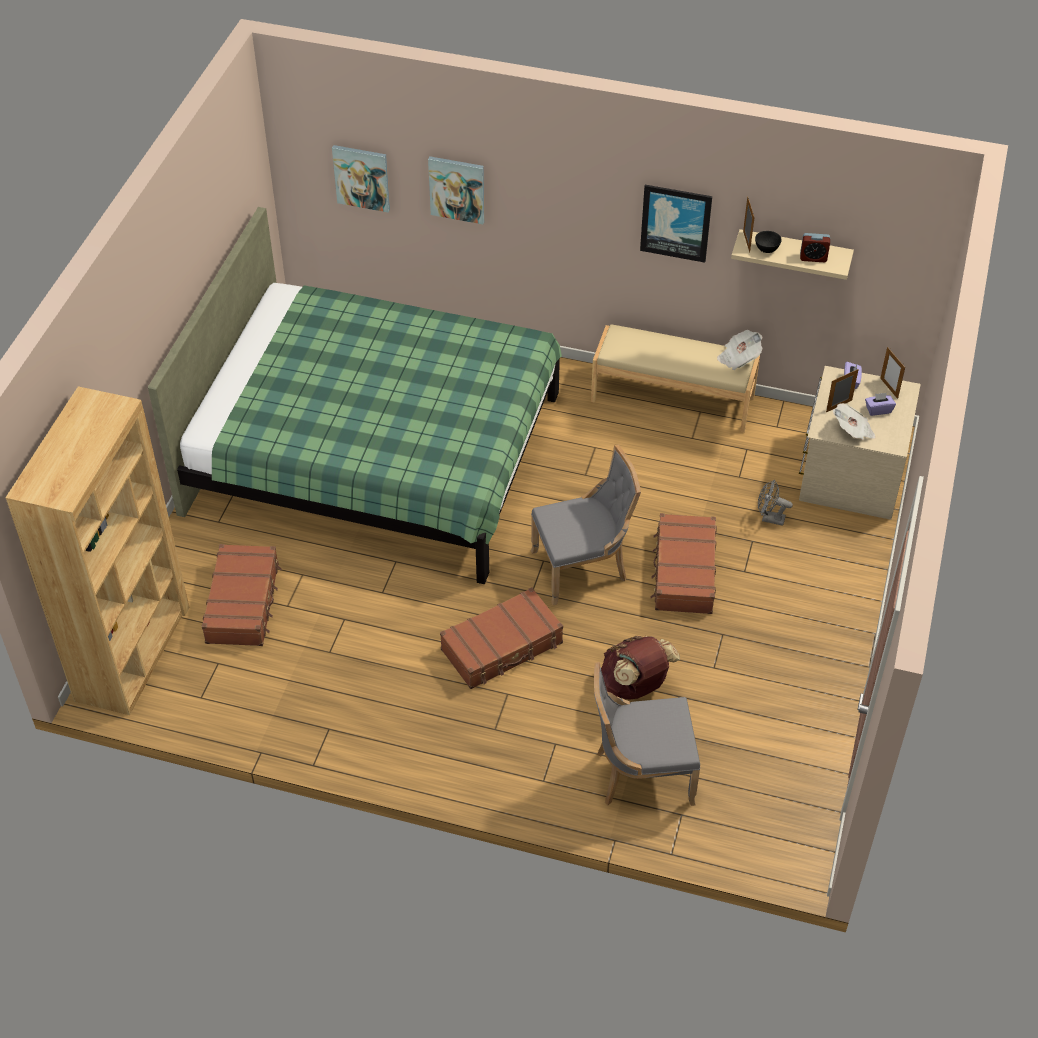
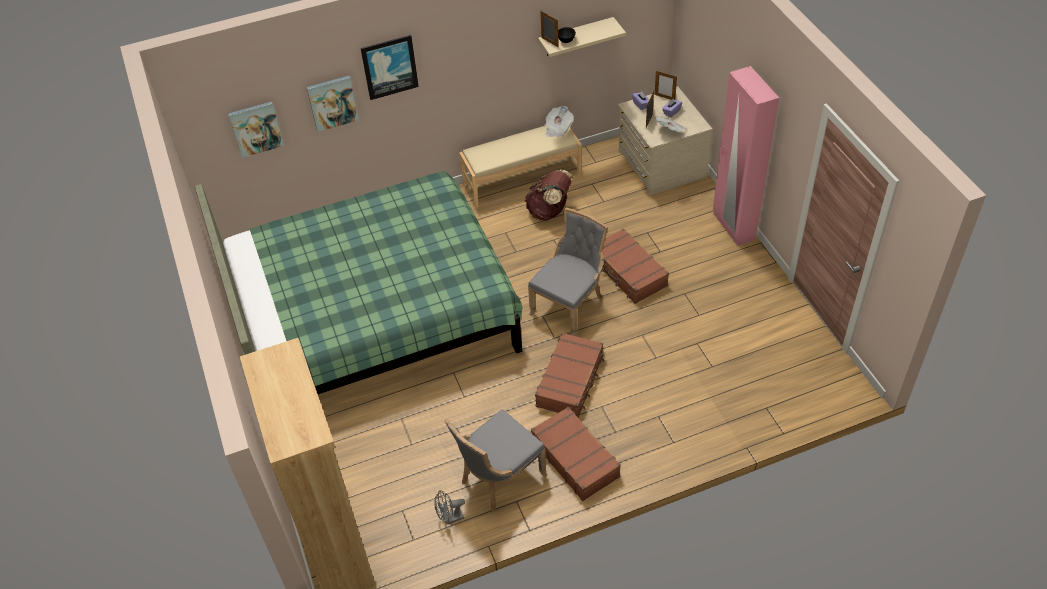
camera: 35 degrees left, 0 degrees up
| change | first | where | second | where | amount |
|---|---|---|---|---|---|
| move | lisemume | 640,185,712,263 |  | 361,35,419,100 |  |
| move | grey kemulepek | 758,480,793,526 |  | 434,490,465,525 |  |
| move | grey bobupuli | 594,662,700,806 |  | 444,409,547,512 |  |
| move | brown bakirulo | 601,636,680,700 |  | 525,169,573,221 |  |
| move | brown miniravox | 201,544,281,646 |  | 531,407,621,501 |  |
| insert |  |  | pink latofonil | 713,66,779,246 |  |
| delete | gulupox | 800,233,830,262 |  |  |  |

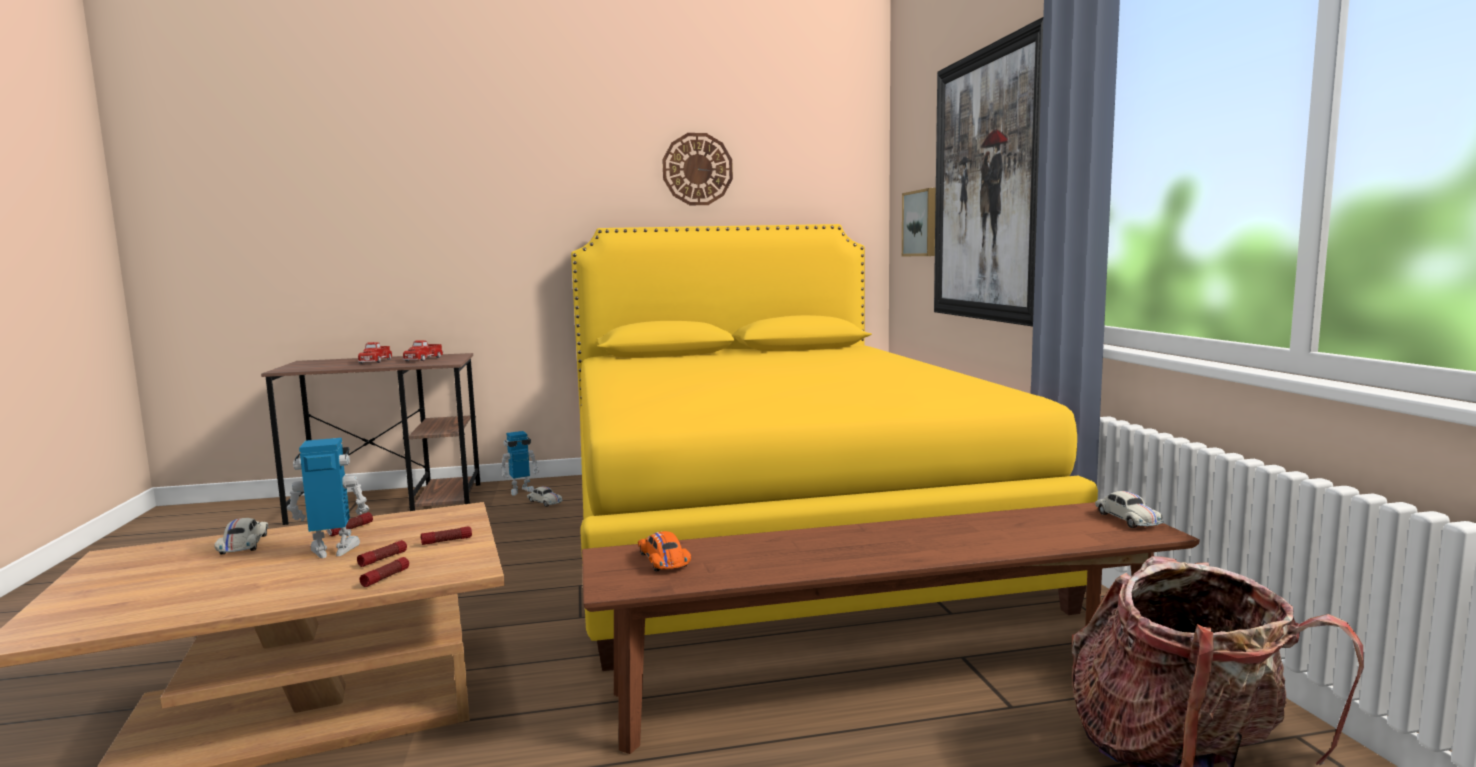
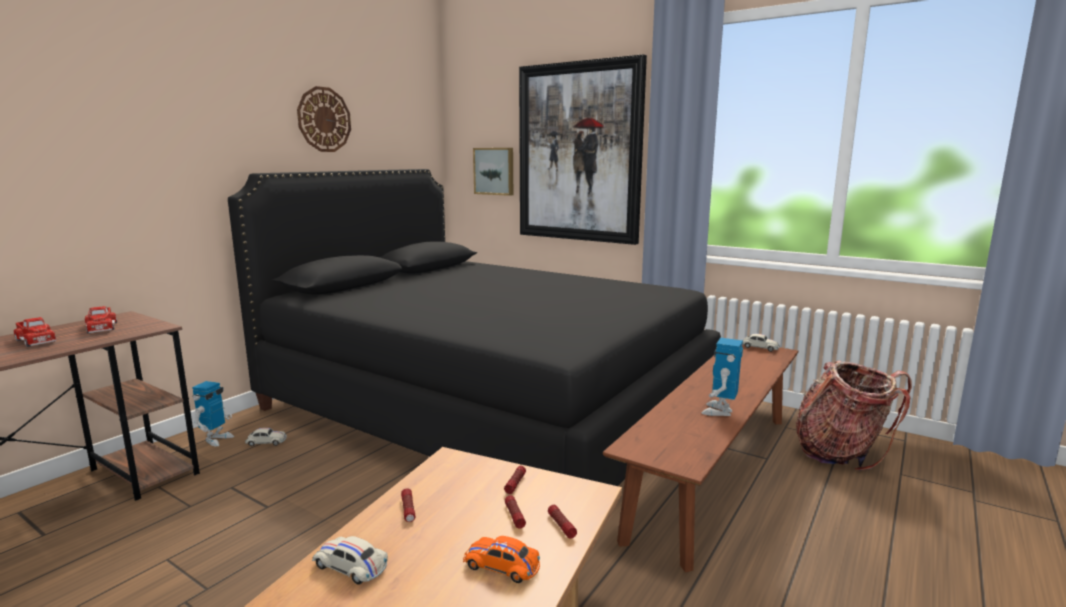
camera: 45 degrees left, 5 degrees up
| change | first | where | second | where | amount |
|---|---|---|---|---|---|
| recolor | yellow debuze | 571,224,1098,671 | black debuze | 228,169,721,486 |  |
| move | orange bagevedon | 638,531,691,571 |  | 463,536,540,583 |  |
| move | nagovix | 287,438,369,558 |  | 702,338,743,416 |  |

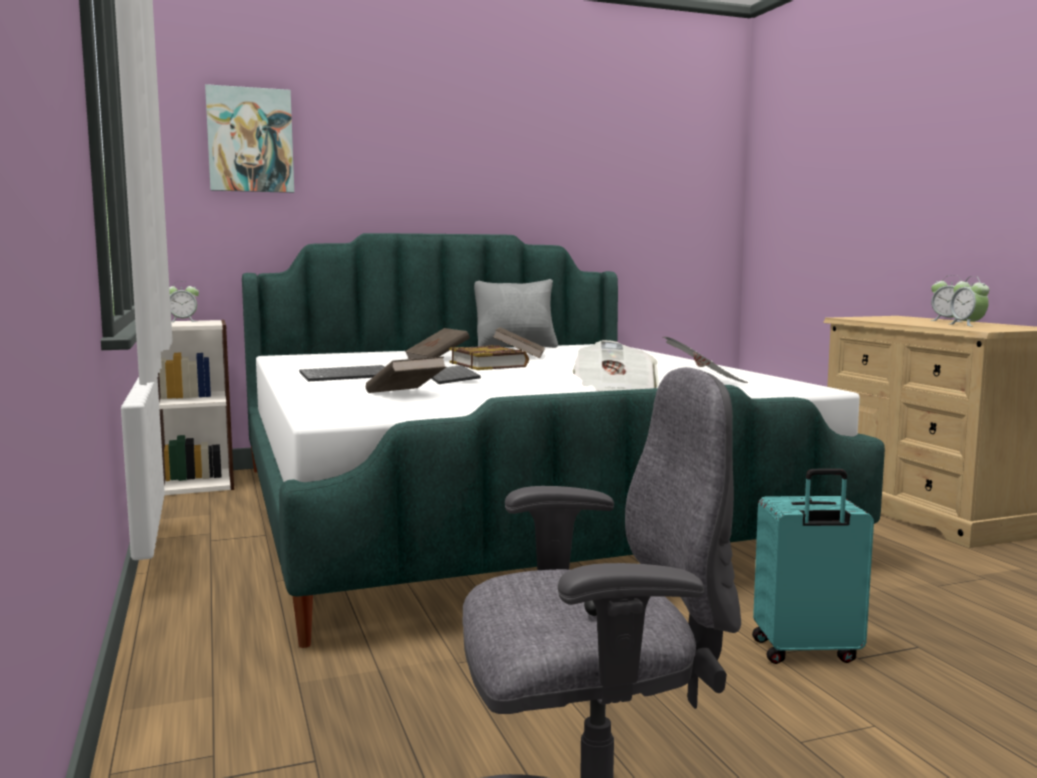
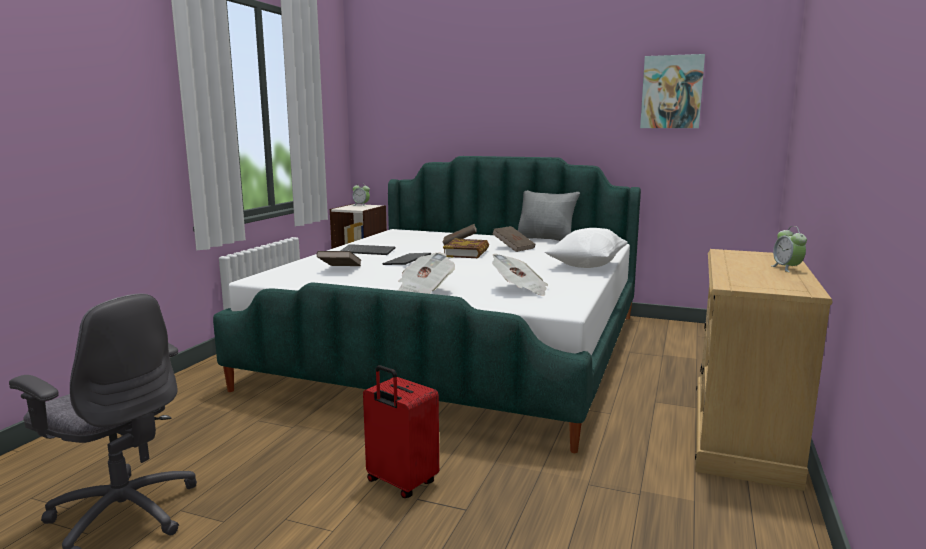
camera: 40 degrees right, 5 degrees up
| change | first | where | second | where | amount |
|---|---|---|---|---|---|
| recolor | turquoise miniravox | 752,468,874,664 | red miniravox | 363,365,439,498 |  |
| insert |  |  | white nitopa | 545,228,627,268 |  |
| move | lisemume | 205,84,294,193 |  | 640,54,705,128 |  |
| delete | gulupox | 949,276,989,326 |  |  |  |

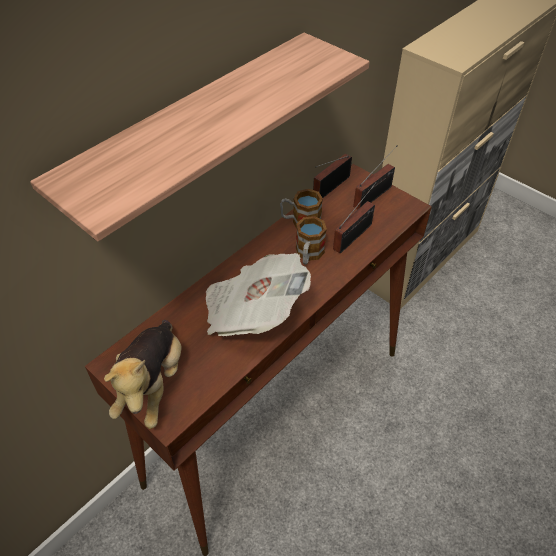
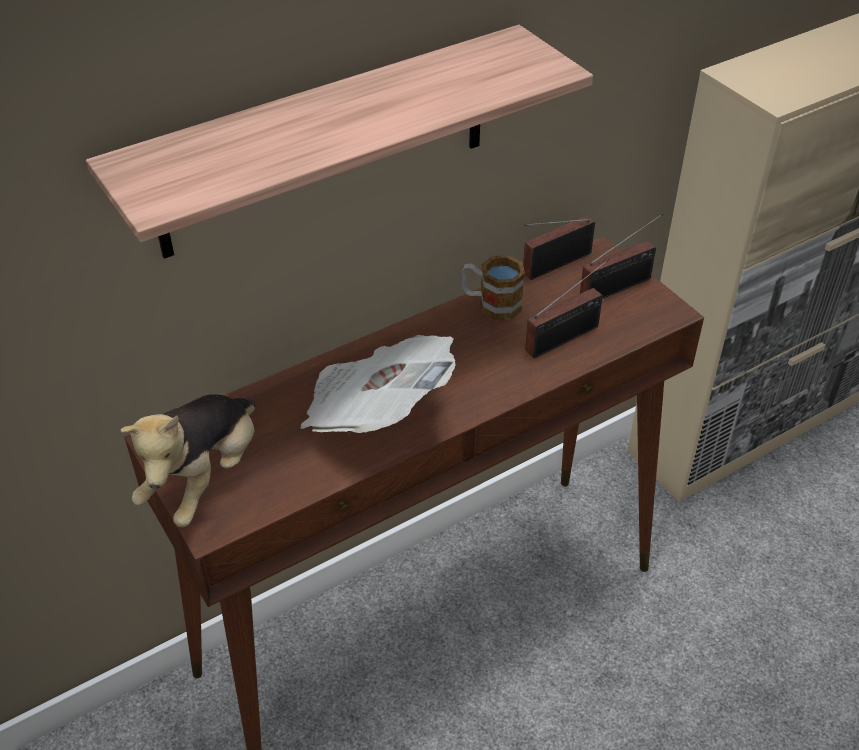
camera: 15 degrees right, 5 degrees down
| change | first | where | second | where | amount |
|---|---|---|---|---|---|
| delete | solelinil | 296,216,327,264 |  |  |  |

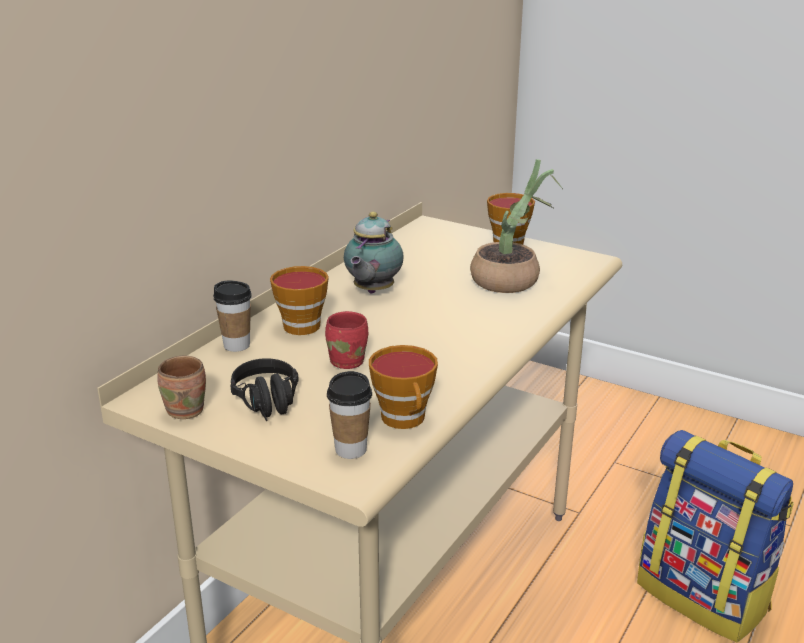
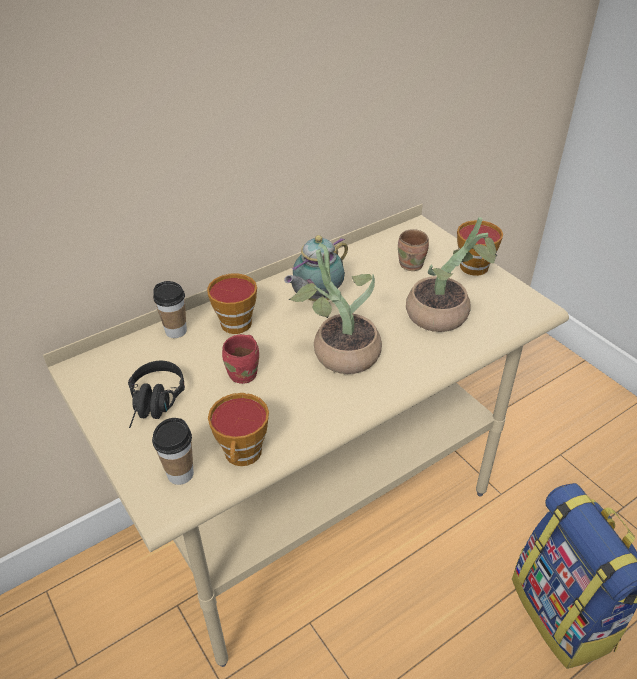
camera: 25 degrees right, 15 degrees up
| change | first | where | second | where | amount |
|---|---|---|---|---|---|
| insert |  |  | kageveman | 288,243,382,374 |  |
| move | brown solelinil | 157,356,206,419 |  | 398,229,429,271 |  |

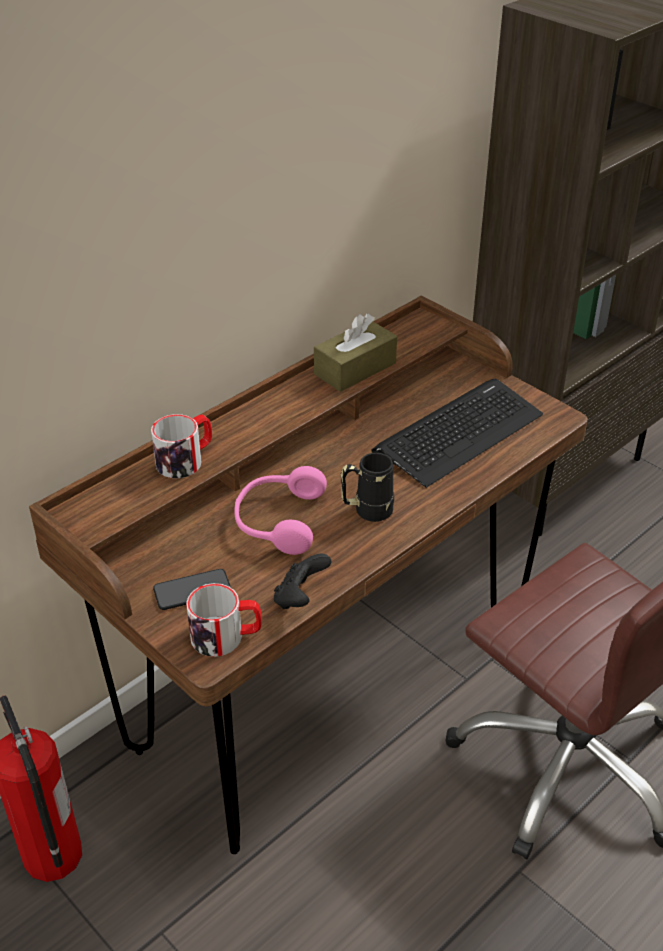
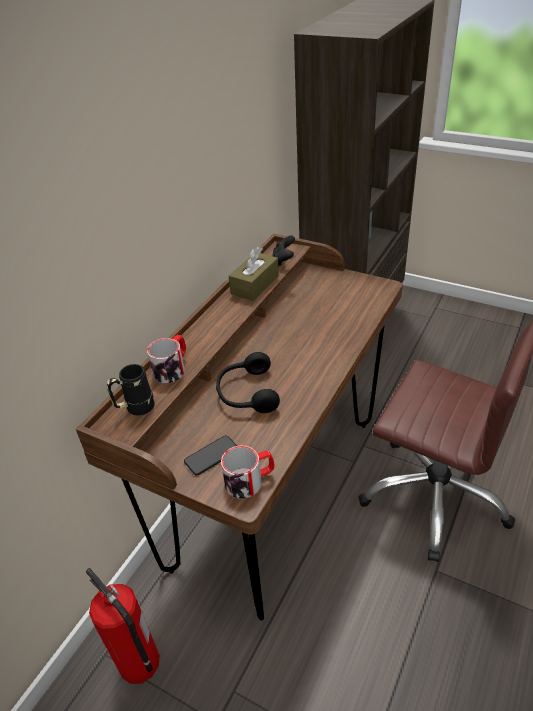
camera: 15 degrees left, 0 degrees up
| change | first | where | second | where | amount |
|---|---|---|---|---|---|
| move | black solelinil | 341,453,394,522 |  | 106,364,155,416 |  |
| recolor | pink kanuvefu | 234,466,327,555 | black kanuvefu | 216,352,280,413 |  |
| move | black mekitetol | 274,554,331,609 |  | 272,235,295,266 |  |
| delete | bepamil | 371,378,543,488 |  |  |  |

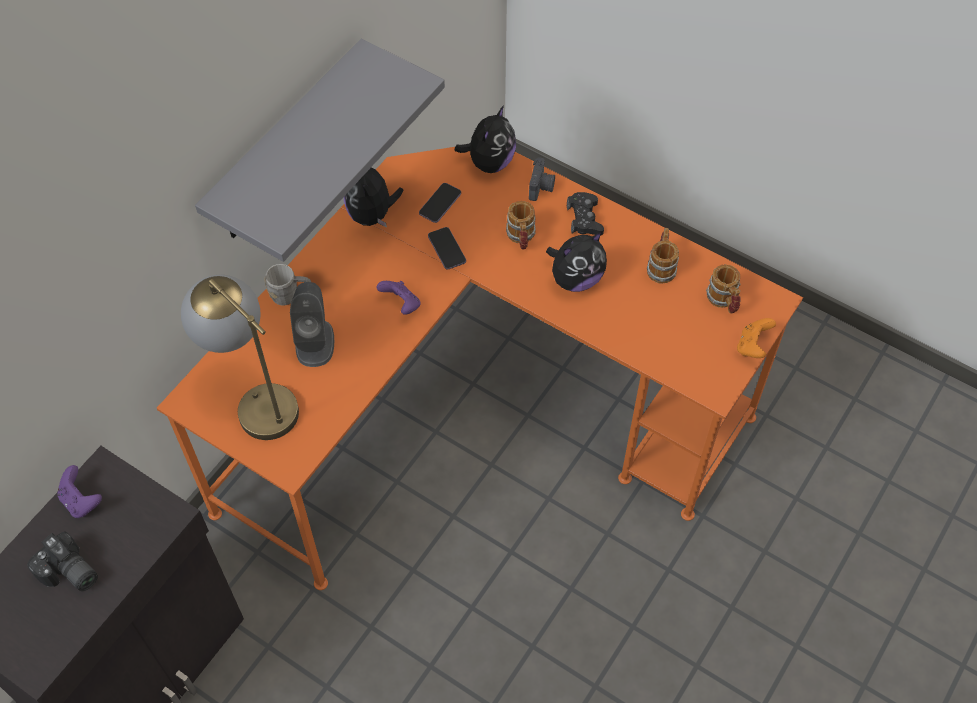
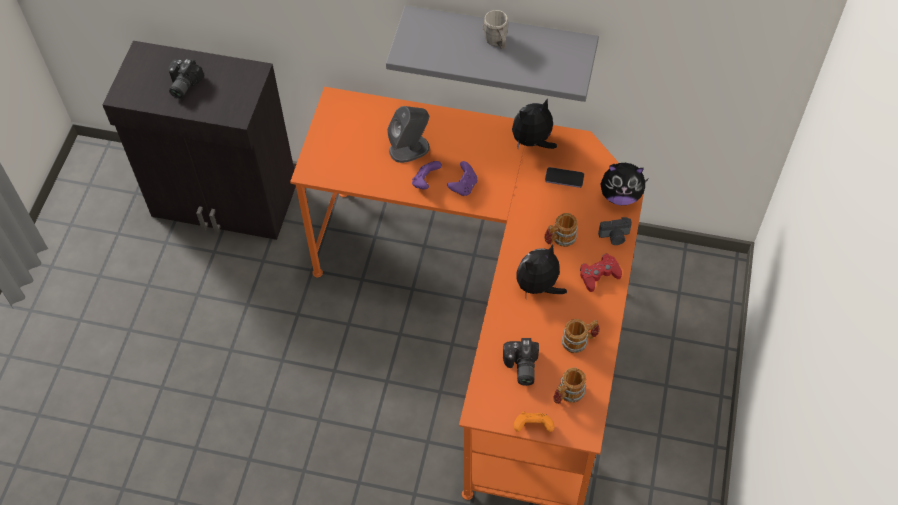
camera: 70 degrees right, 0 degrees up
| change | first | where | second | where | amount |
|---|---|---|---|---|---|
| move | purple mekitetol | 57,465,102,518 |  | 412,161,442,189 |  |
| move | grey solelinil | 264,264,311,306 |  | 483,10,508,49 |  |
| insert |  |  | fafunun | 503,338,539,386 |  |
| rotate | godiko | 546,231,607,292 |  | 517,244,567,298 | 105 degrees clockwise |
| recolor | black mekitetol | 567,192,604,236 | red mekitetol | 580,253,622,292 |  |
| delete | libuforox | 181,275,299,440 |  |  |  |
| delete | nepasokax | 428,227,466,269 |  |  |  |

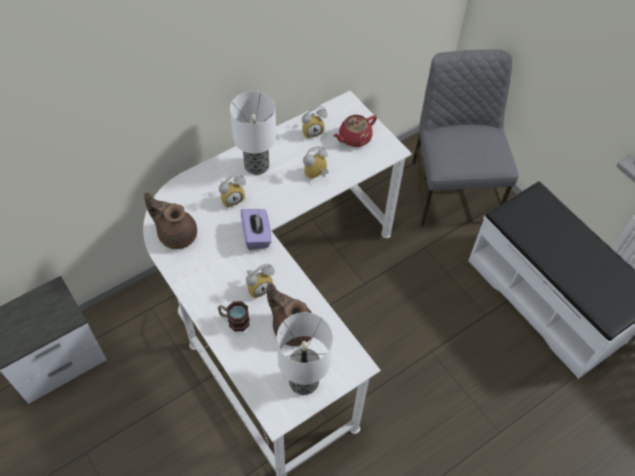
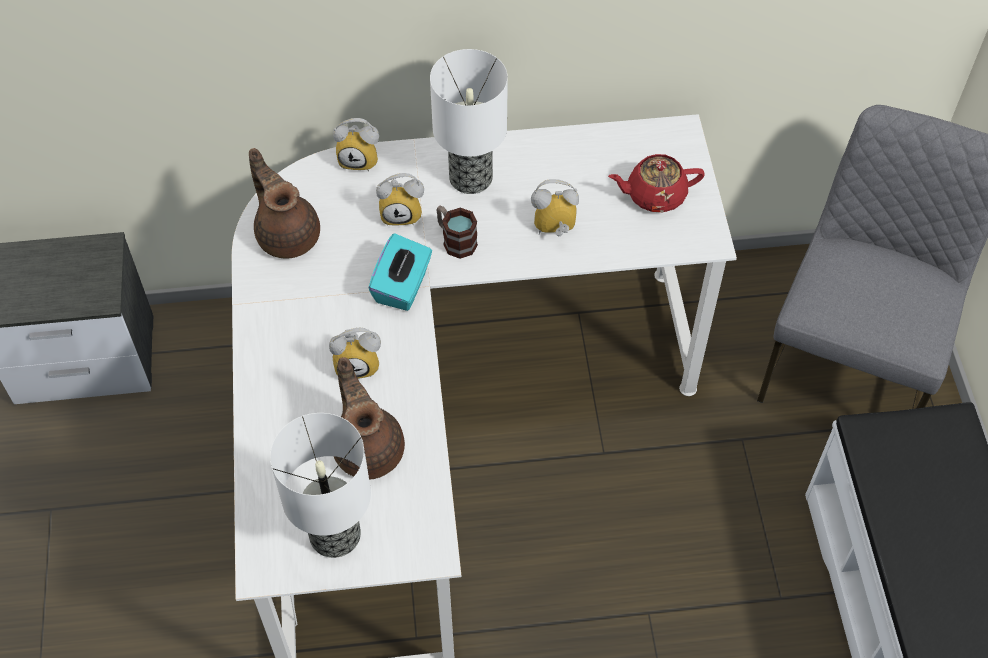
camera: 30 degrees right, 0 degrees up
| change | first | where | second | where | amount |
|---|---|---|---|---|---|
| move | gulupox | 302,106,327,138 |  | 333,118,379,171 |  |
| recolor | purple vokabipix | 241,209,271,250 | turquoise vokabipix | 368,233,432,311 |  |
| move | solelinil | 218,301,250,332 |  | 436,205,478,259 |  |

